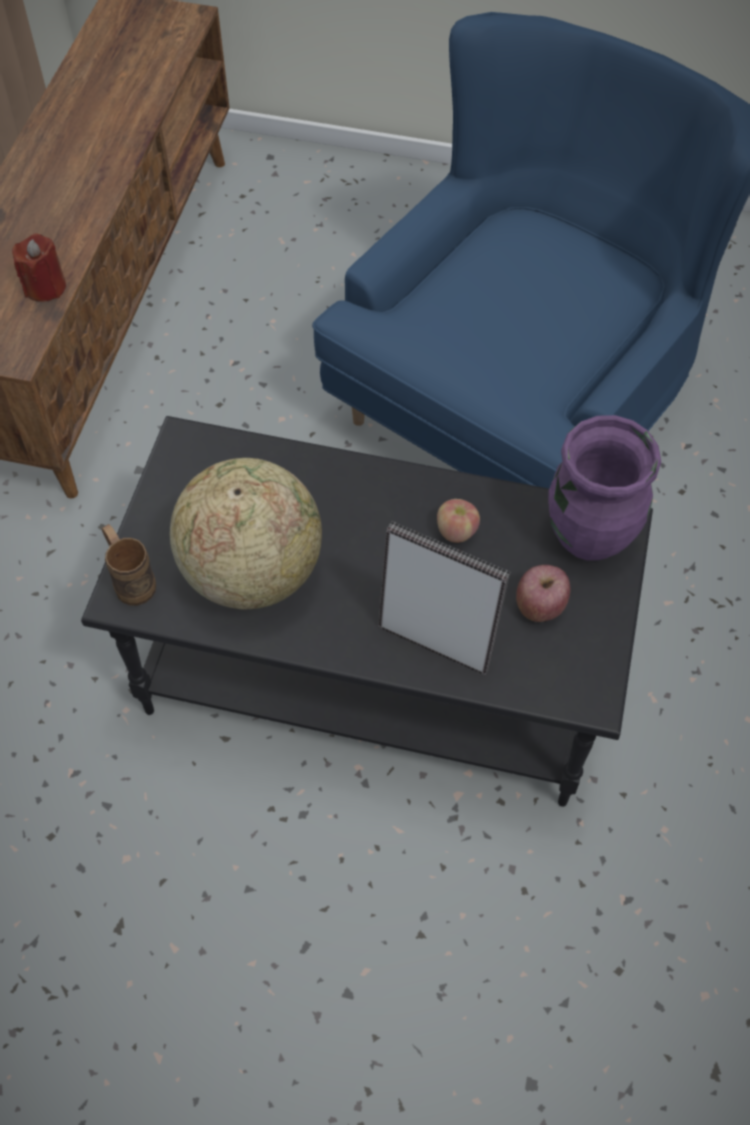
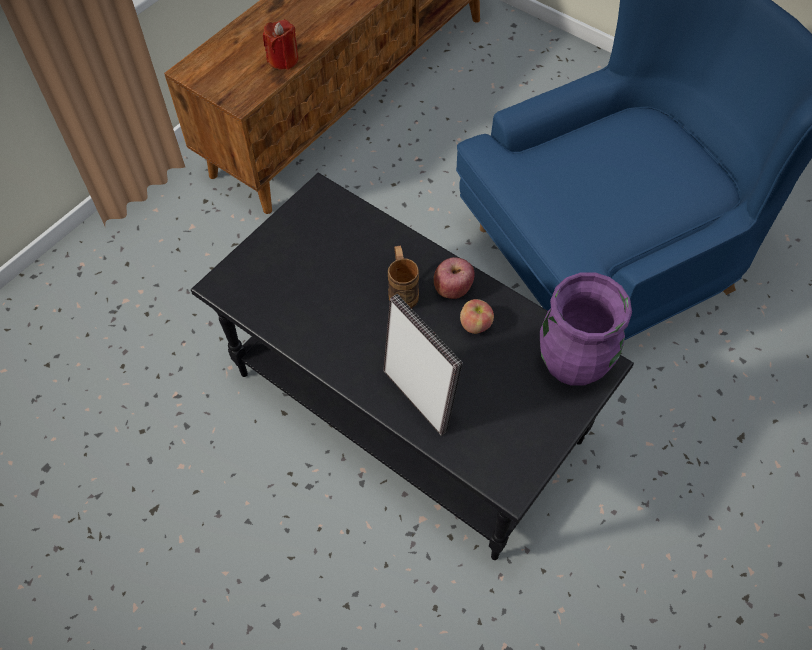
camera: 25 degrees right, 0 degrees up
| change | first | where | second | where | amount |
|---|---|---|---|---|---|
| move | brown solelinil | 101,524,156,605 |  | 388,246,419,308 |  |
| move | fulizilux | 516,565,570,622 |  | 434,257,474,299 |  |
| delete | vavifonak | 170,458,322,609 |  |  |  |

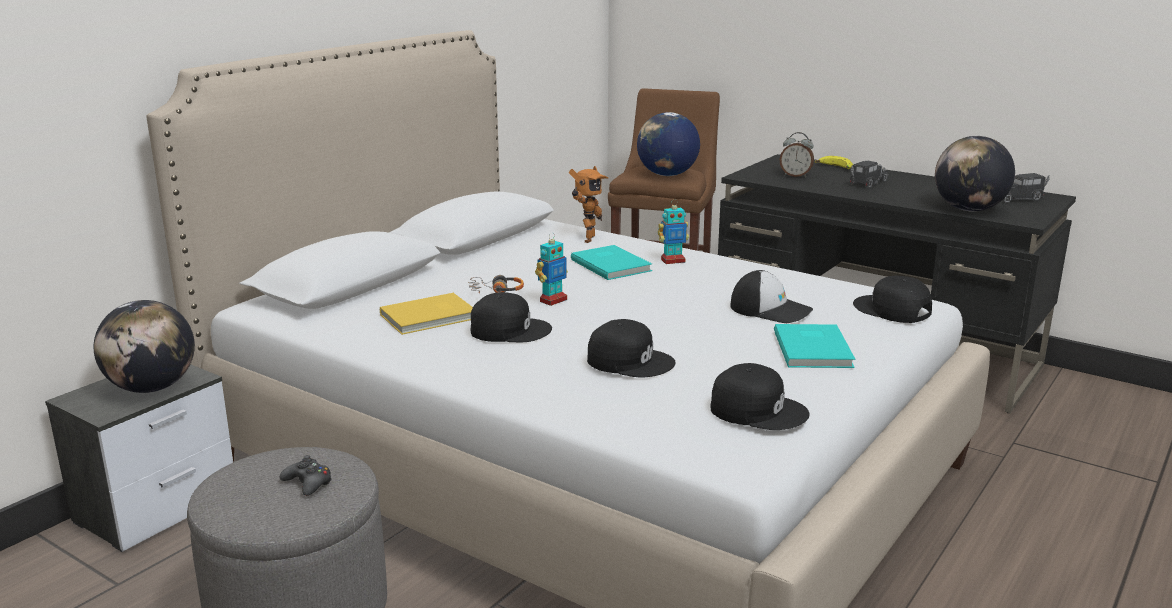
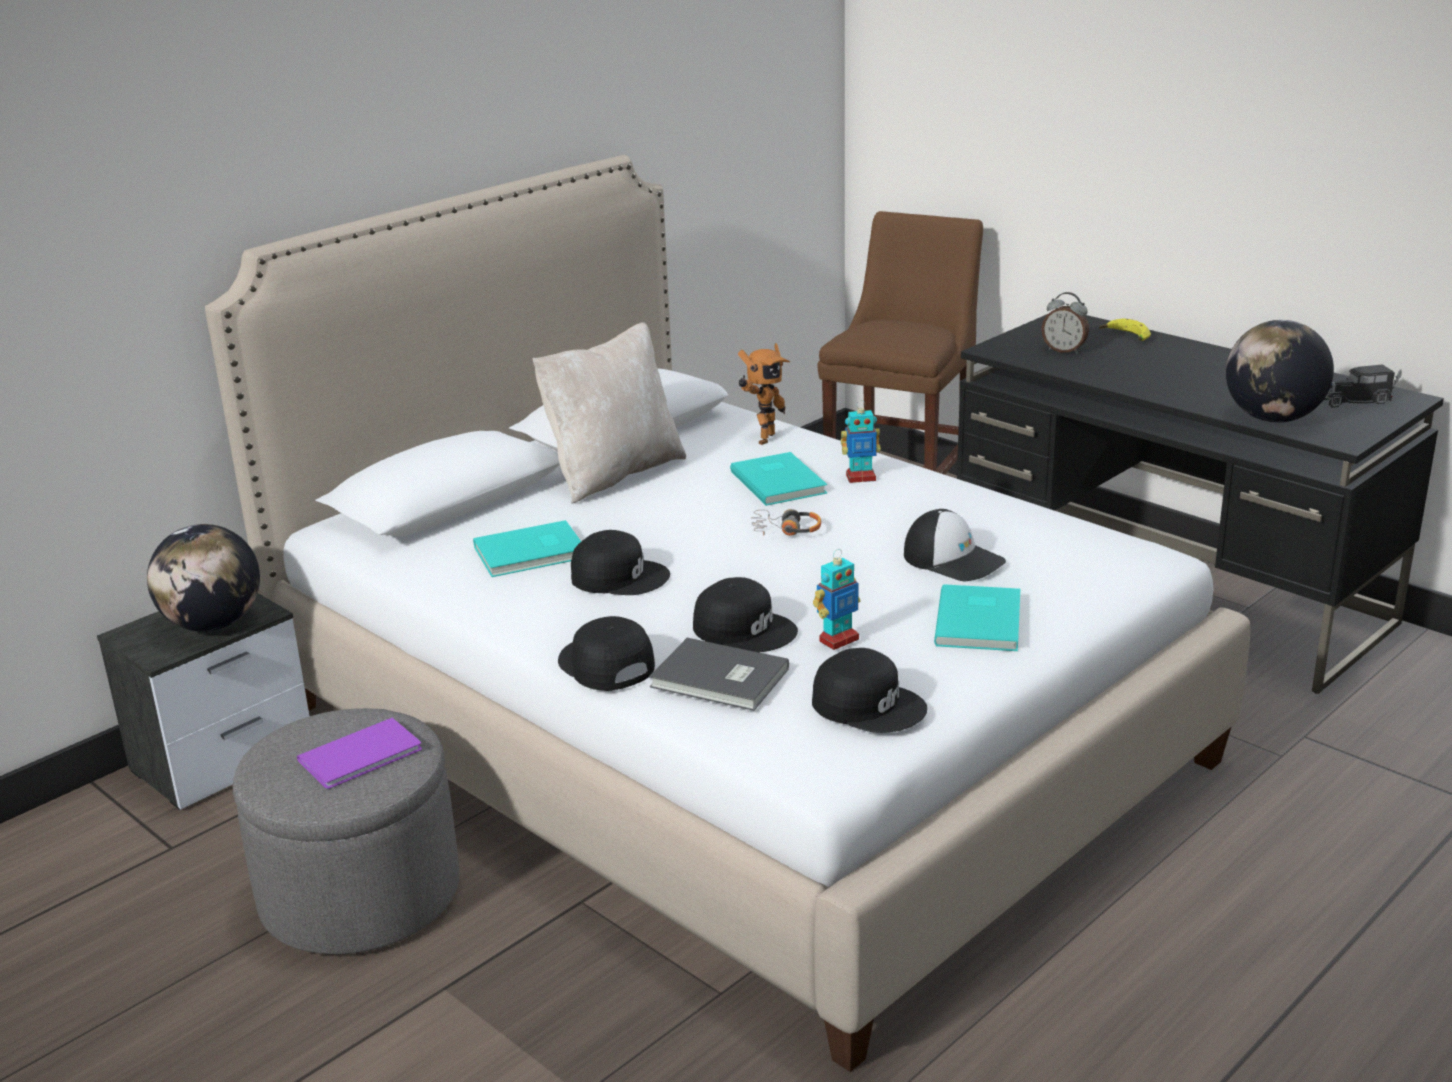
camera: 10 degrees right, 5 degrees up
| change | first | where | second | where | amount |
|---|---|---|---|---|---|
| replace | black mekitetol | 280,455,332,496 | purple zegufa | 297,718,422,789 |  |
| recolor | yellow zegufa | 380,293,473,335 | turquoise zegufa | 473,520,581,577 |  |
| insert |  |  | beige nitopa | 532,322,686,504 |  |
| move | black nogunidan | 853,276,932,323 |  | 558,616,655,691 |  |
| insert |  |  | grey zegufa | 649,638,789,711 |  |
| move | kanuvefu | 468,275,524,294 |  | 751,509,821,536 |  |
| move | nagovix | 535,232,568,306 |  | 813,549,861,650 |  |
| delete | vavifonak | 637,112,700,176 |  |  |  |
| delete | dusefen | 849,161,888,188 |  |  |  |

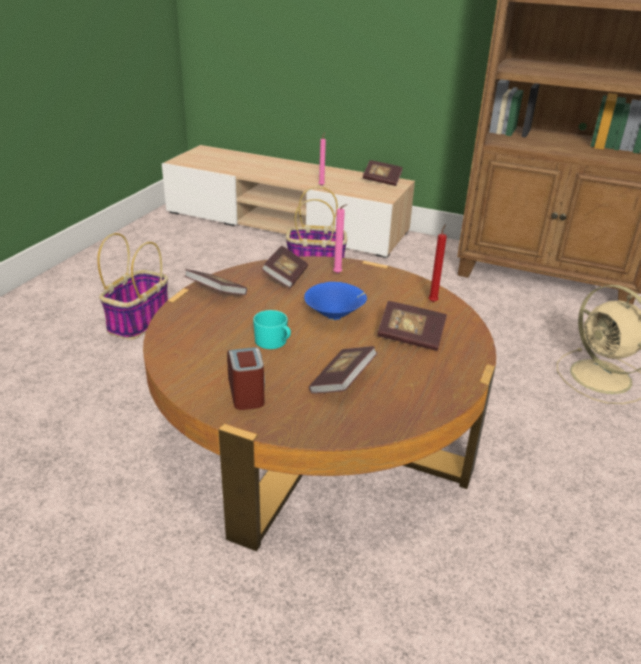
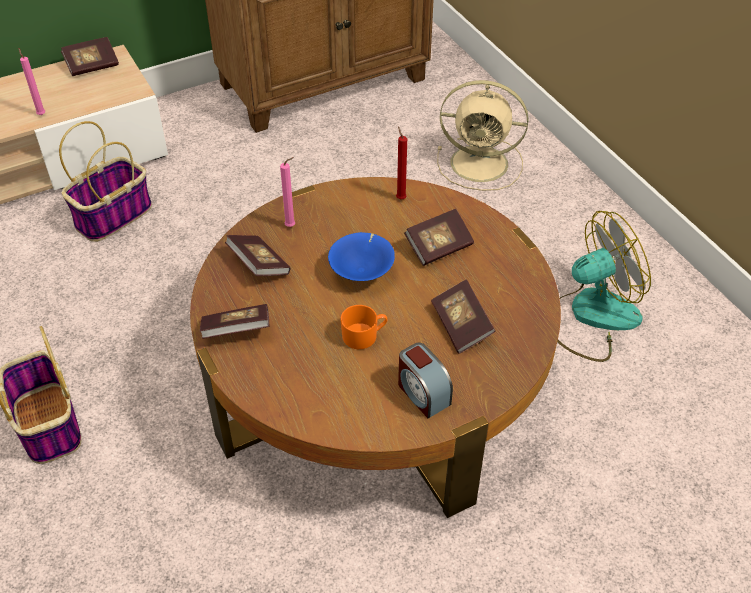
camera: 50 degrees left, 15 degrees up
| change | first | where | second | where | amount |
|---|---|---|---|---|---|
| recolor | turquoise solelinil | 253,310,291,349 | orange solelinil | 341,305,387,349 |  |
| rotate | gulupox | 227,347,265,410 |  | 398,343,453,418 | 150 degrees counterclockwise |
| insert |  |  | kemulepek | 557,211,651,362 |  |

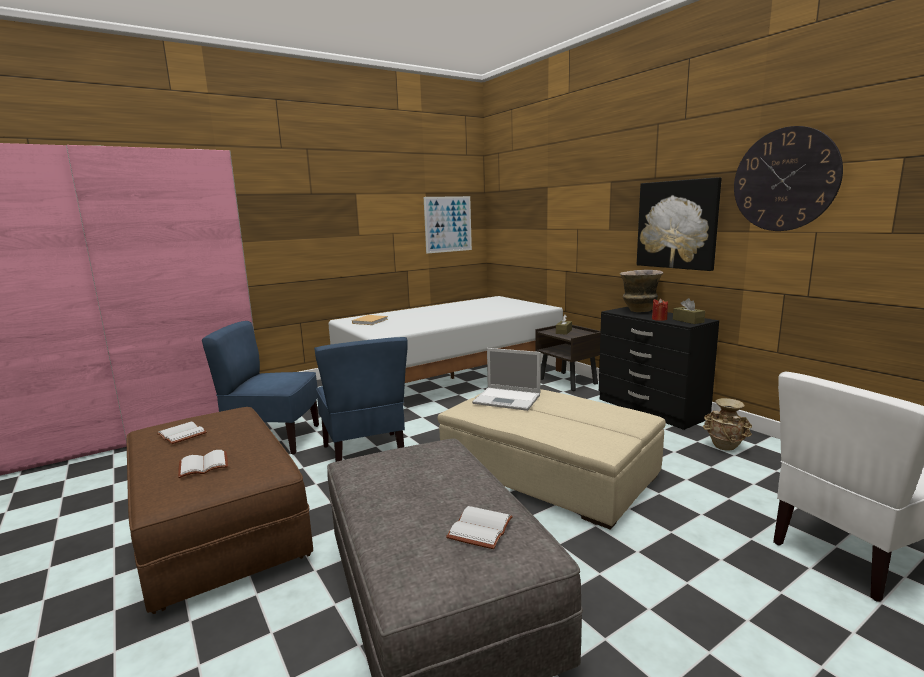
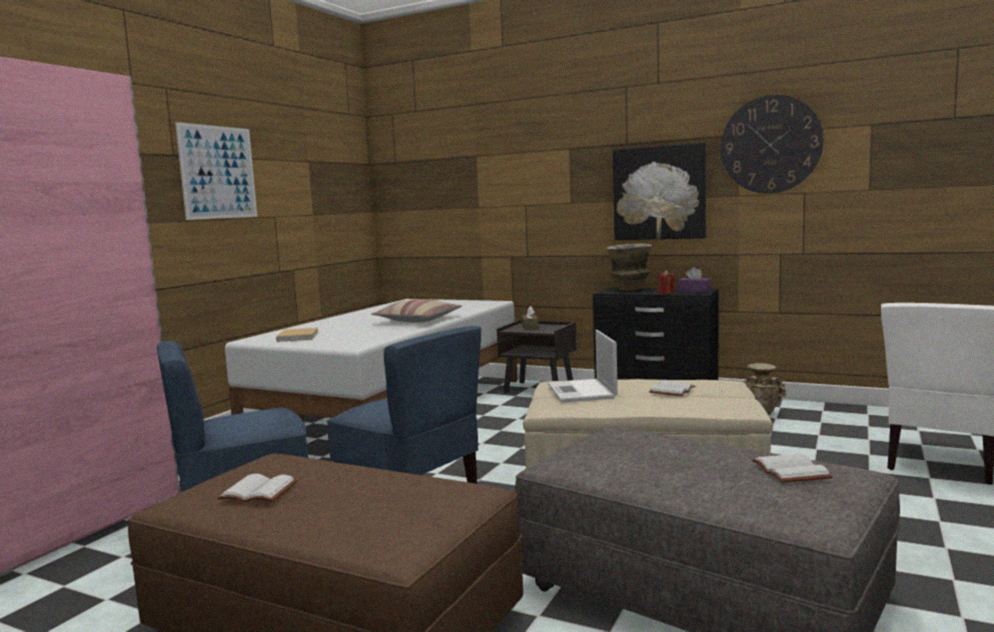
camera: 30 degrees left, 5 degrees down
| change | first | where | second | where | amount |
|---|---|---|---|---|---|
| move | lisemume | 424,196,472,254 |  | 175,122,257,220 |  |
| insert |  |  | nitopa | 371,299,462,323 |  |
| rotate | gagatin | 472,348,541,411 |  | 548,330,618,402 | 90 degrees clockwise |
| move | white zegufa | 178,450,228,478 |  | 649,381,695,396 |  |
| recolor | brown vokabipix | 673,298,705,324 | purple vokabipix | 678,267,711,293 |  |

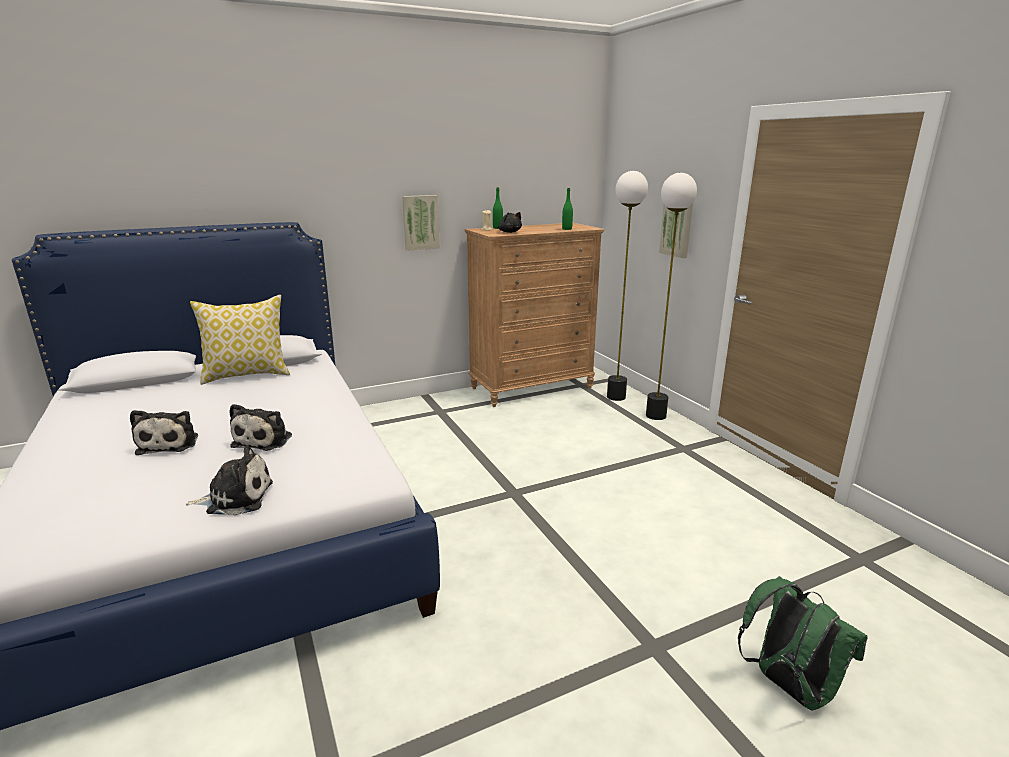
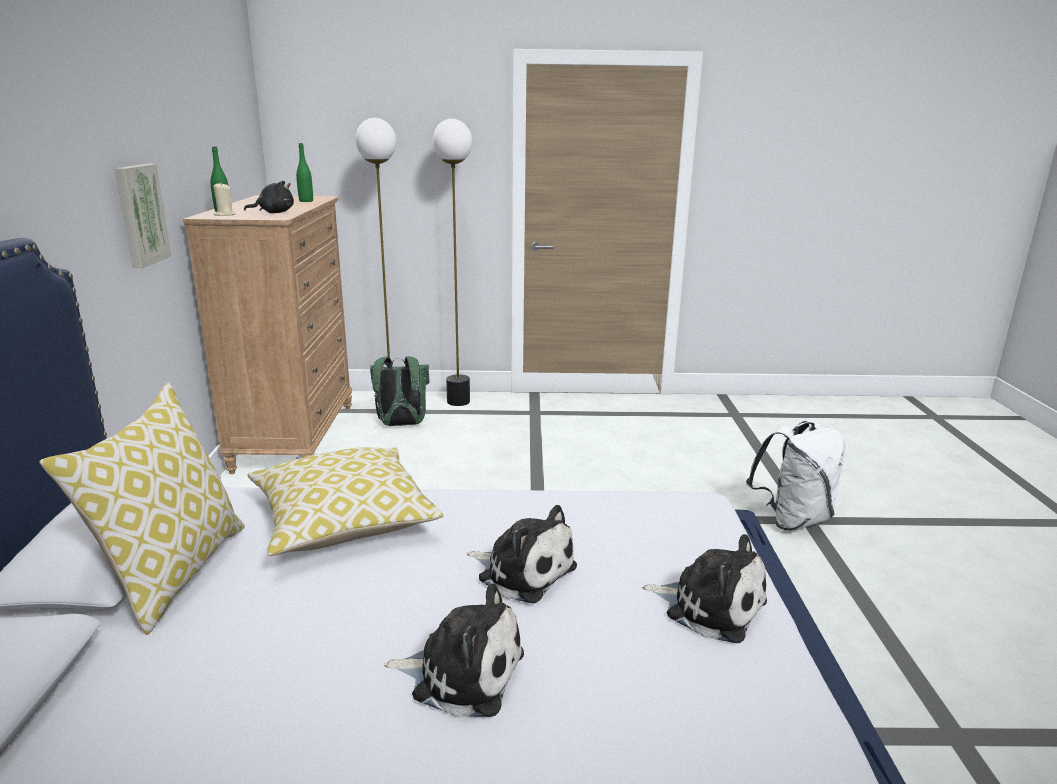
camera: 65 degrees left, 0 degrees up
| change | first | where | second | where | amount |
|---|---|---|---|---|---|
| insert |  |  | nitopa | 248,447,443,556 |  |
| move | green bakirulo | 738,576,867,711 |  | 370,356,429,426 |  |
| rotate | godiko | 185,446,273,515 |  | 642,534,767,643 | 105 degrees clockwise |
| insert |  |  | white bakirulo | 746,420,845,531 |  |
| delete | lisemume | 659,203,693,258 |  |  |  |

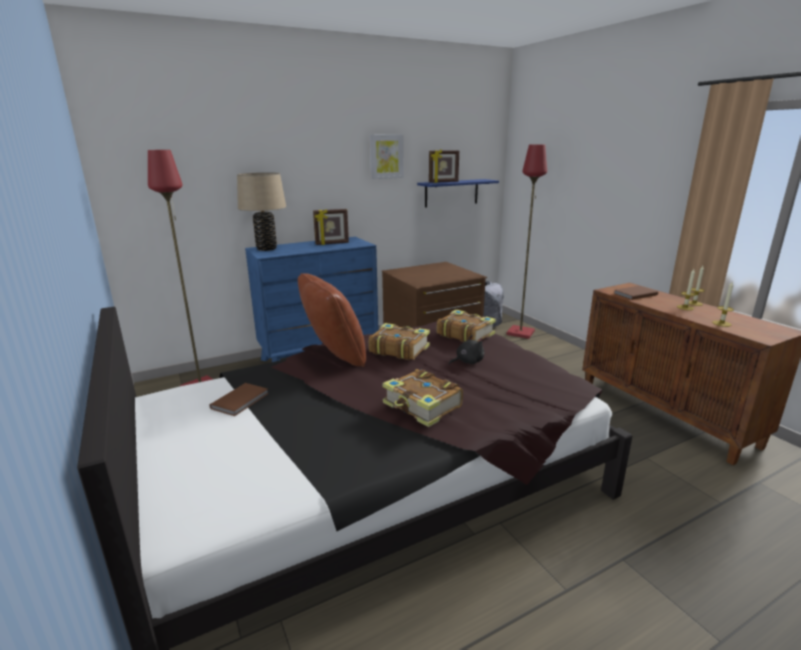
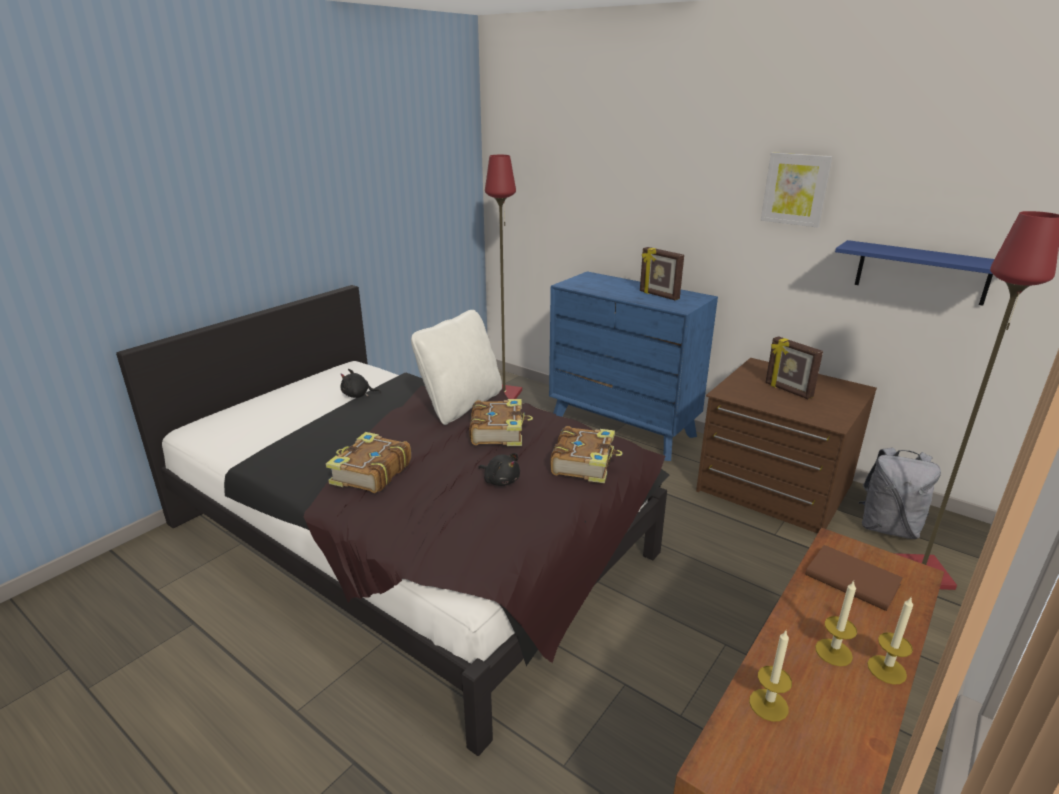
camera: 65 degrees right, 5 degrees up
| change | first | where | second | where | amount |
|---|---|---|---|---|---|
| replace | brown zegufa | 210,383,269,416 | black godiko | 341,369,381,398 |  |
| recolor | brown nitopa | 298,273,366,367 | white nitopa | 411,310,502,425 |  |
| move | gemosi | 429,150,459,183 |  | 765,336,823,400 |  |
| delete | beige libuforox | 237,172,286,251 |  |  |  |

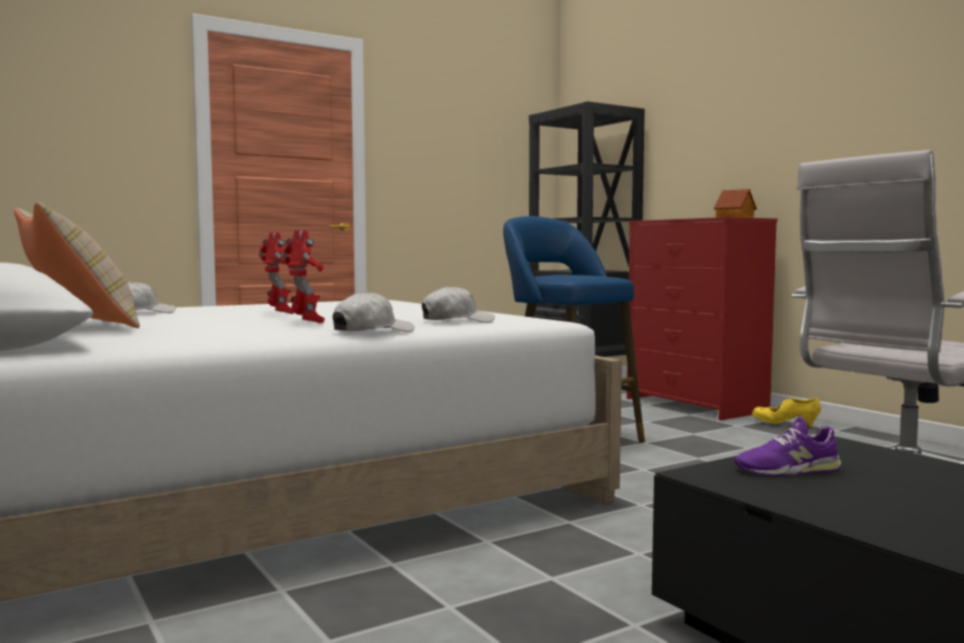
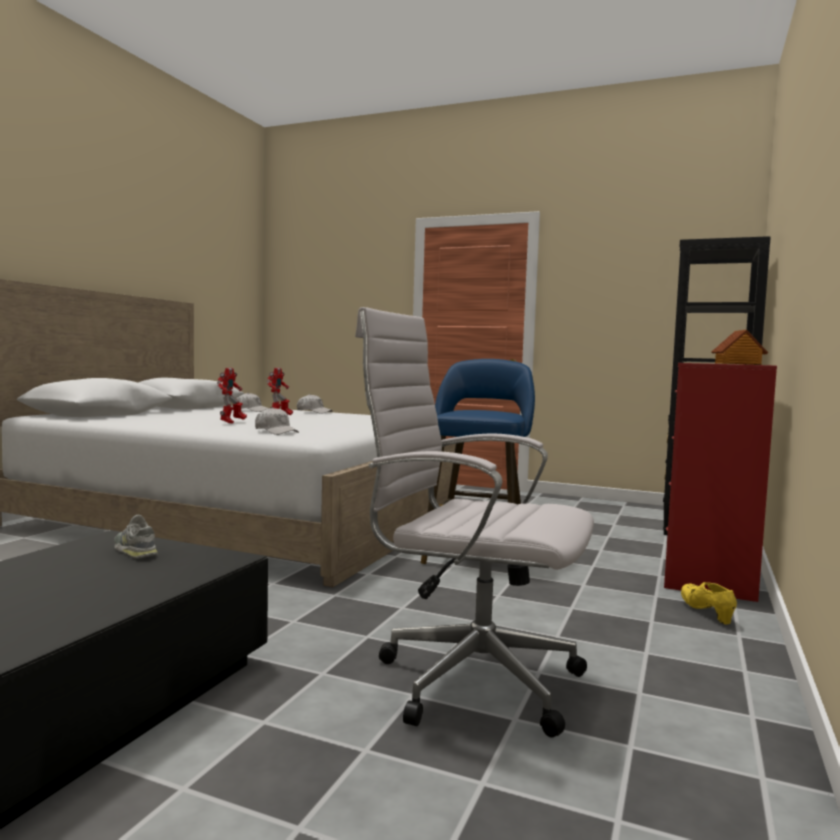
camera: 55 degrees right, 0 degrees up
| change | first | where | second | where | amount |
|---|---|---|---|---|---|
| recolor | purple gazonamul | 734,417,842,476 | grey gazonamul | 114,515,158,559 |  |
| move | white nogunidan | 333,291,414,332 |  | 297,394,332,414 |  |
| delete | beige nitopa | 14,202,140,328 |  |  |  |

